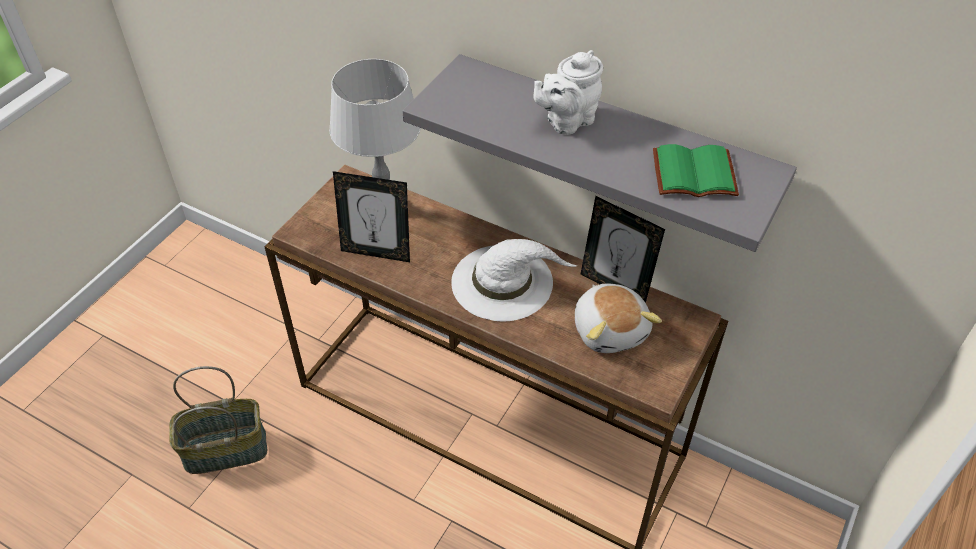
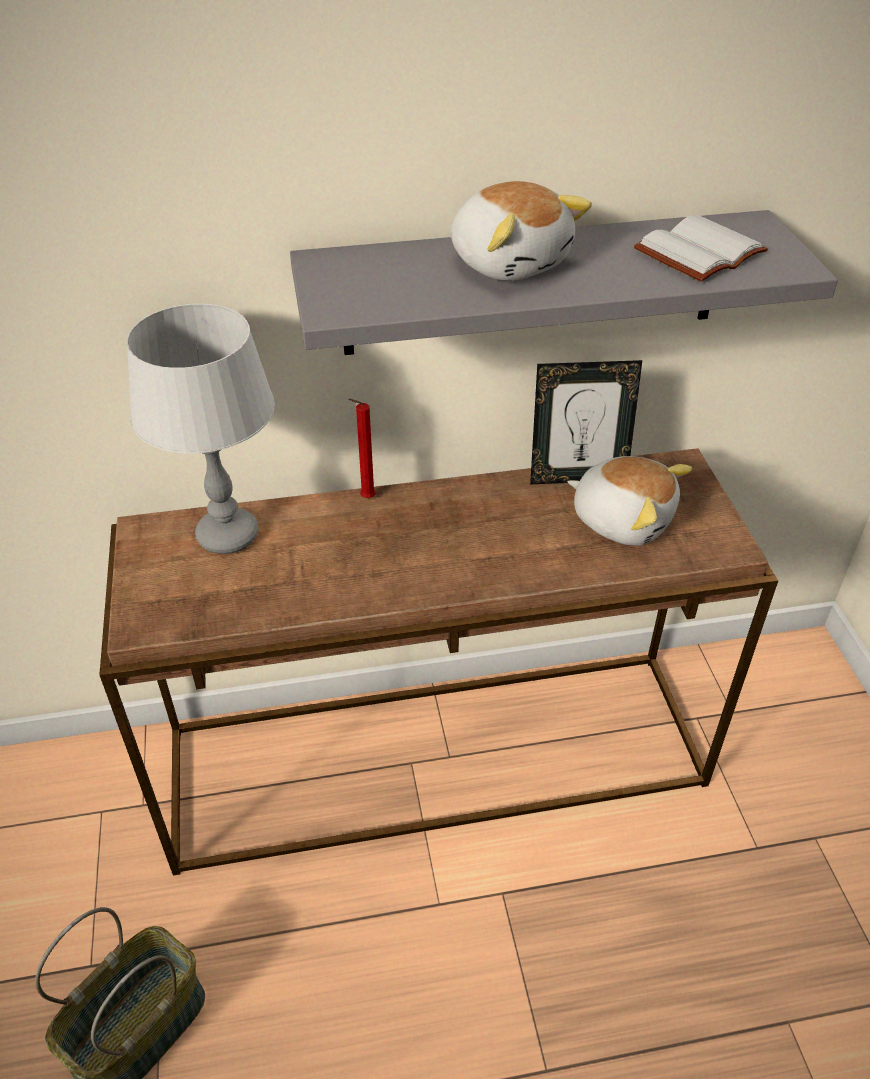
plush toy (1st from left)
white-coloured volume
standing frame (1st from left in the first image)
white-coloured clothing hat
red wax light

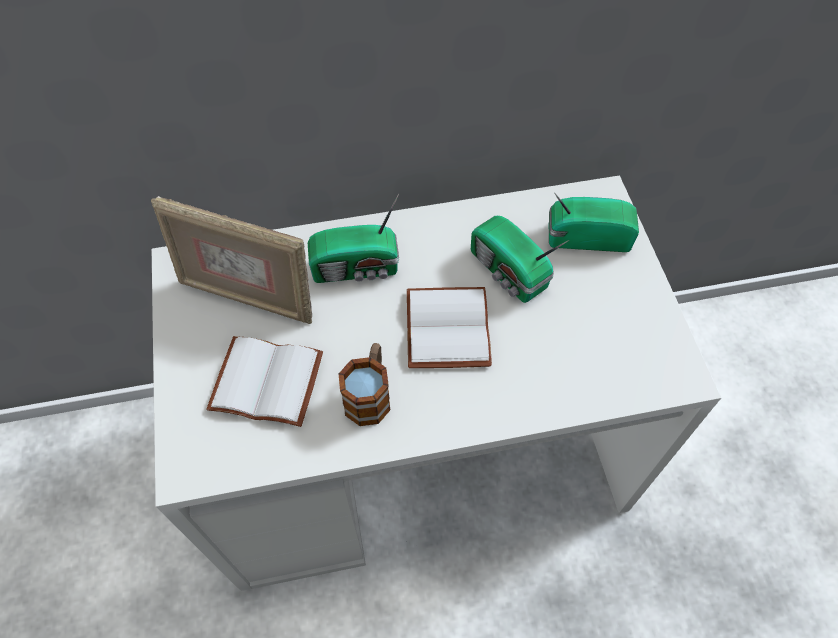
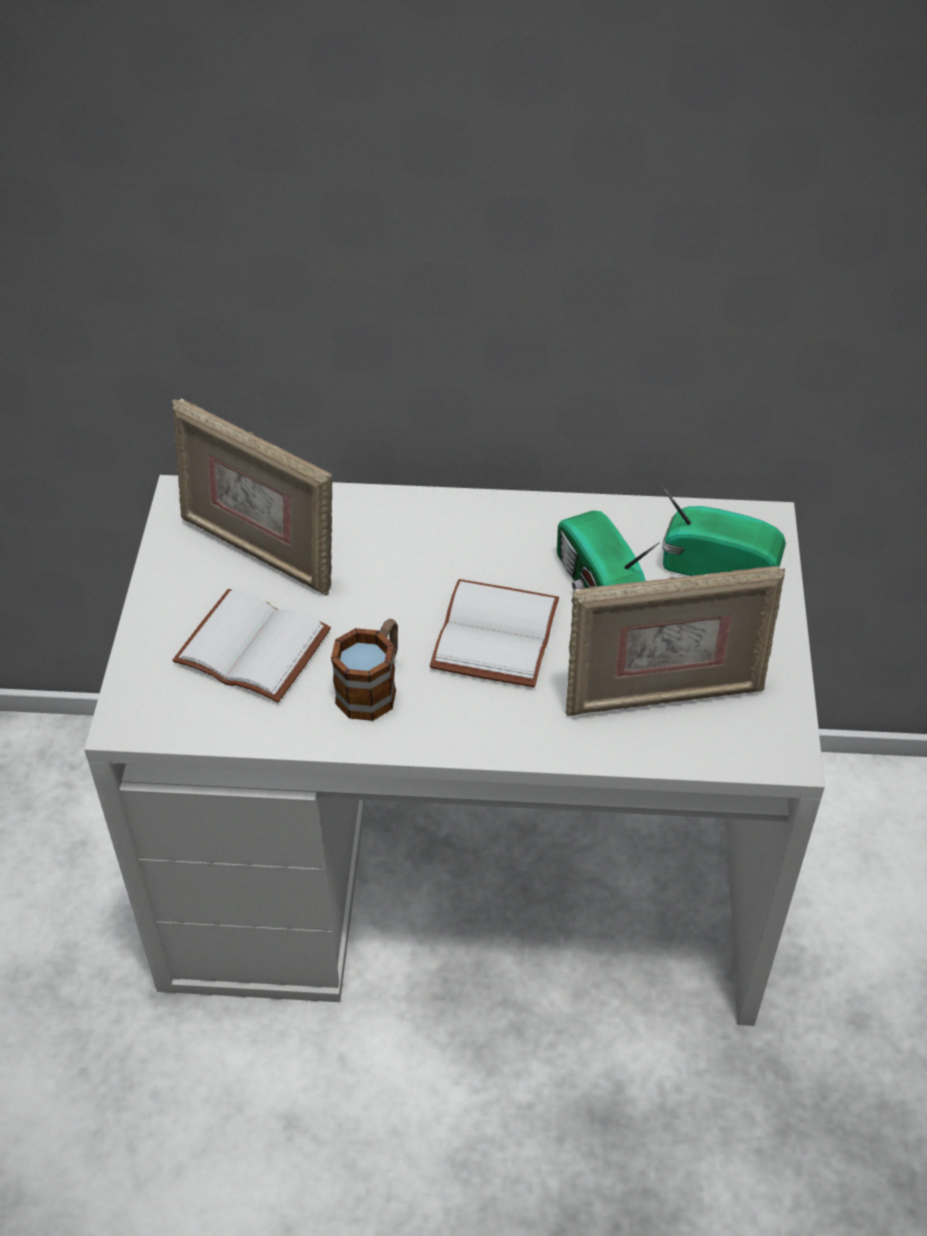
radio set (1st from left in the first image)
standing frame (2nd from left)

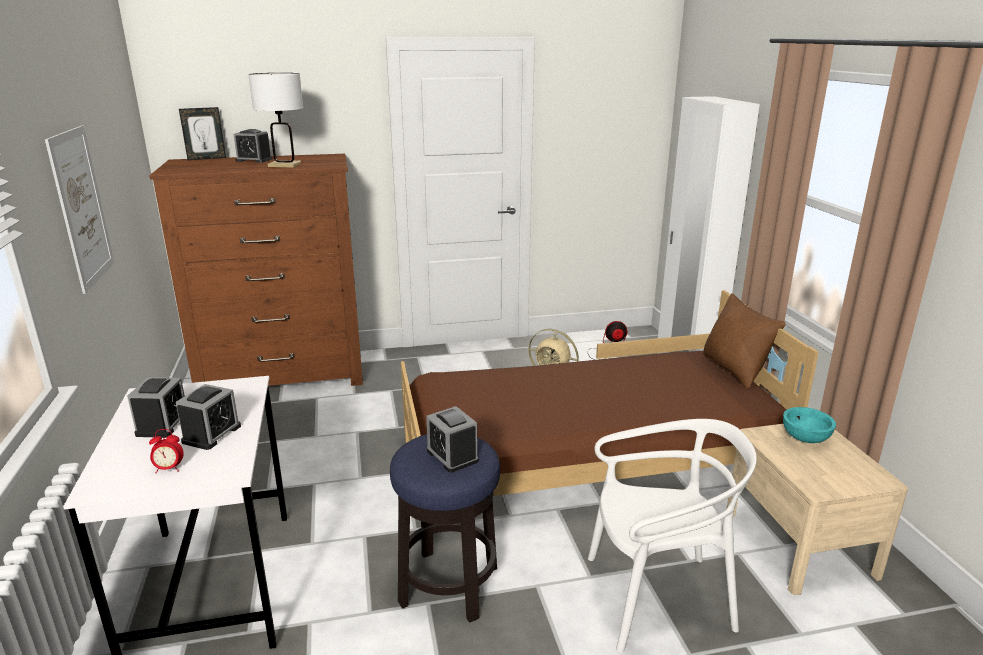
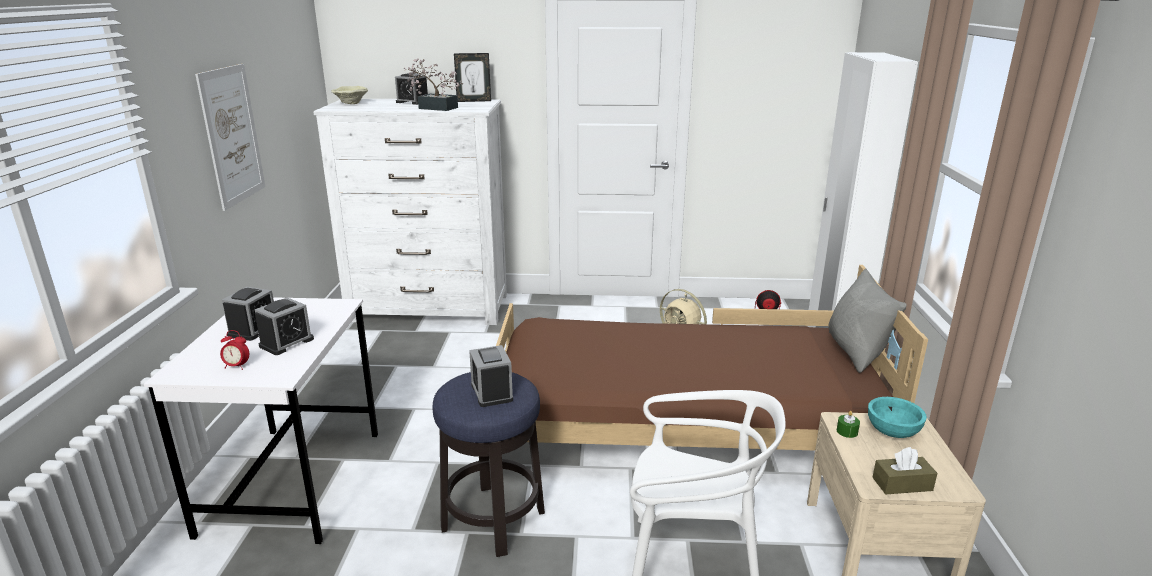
potted plant
standing frame
white-coloured drawer chest
gray throw pillow
beige deep dish
green-coloured wax light
brown tissue holder

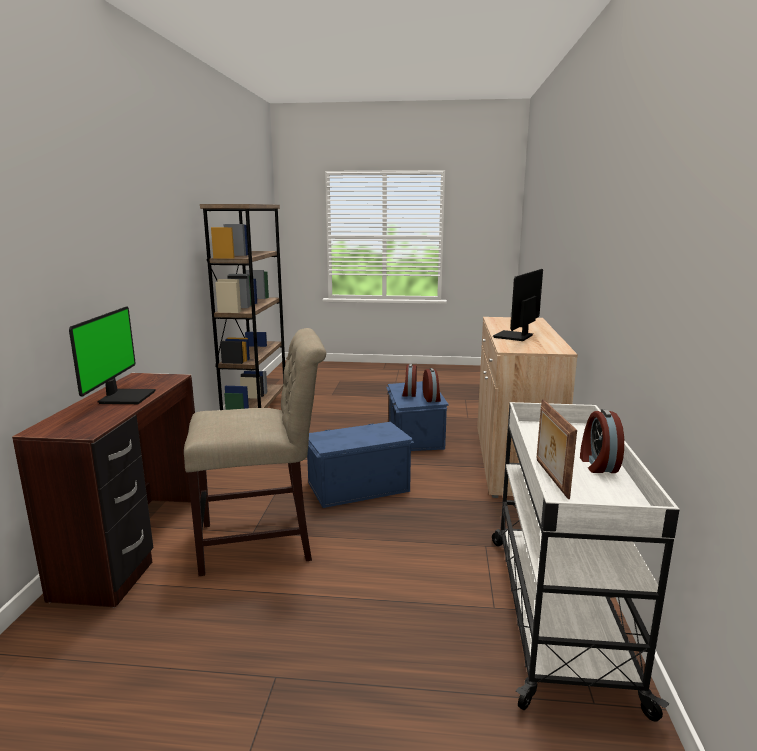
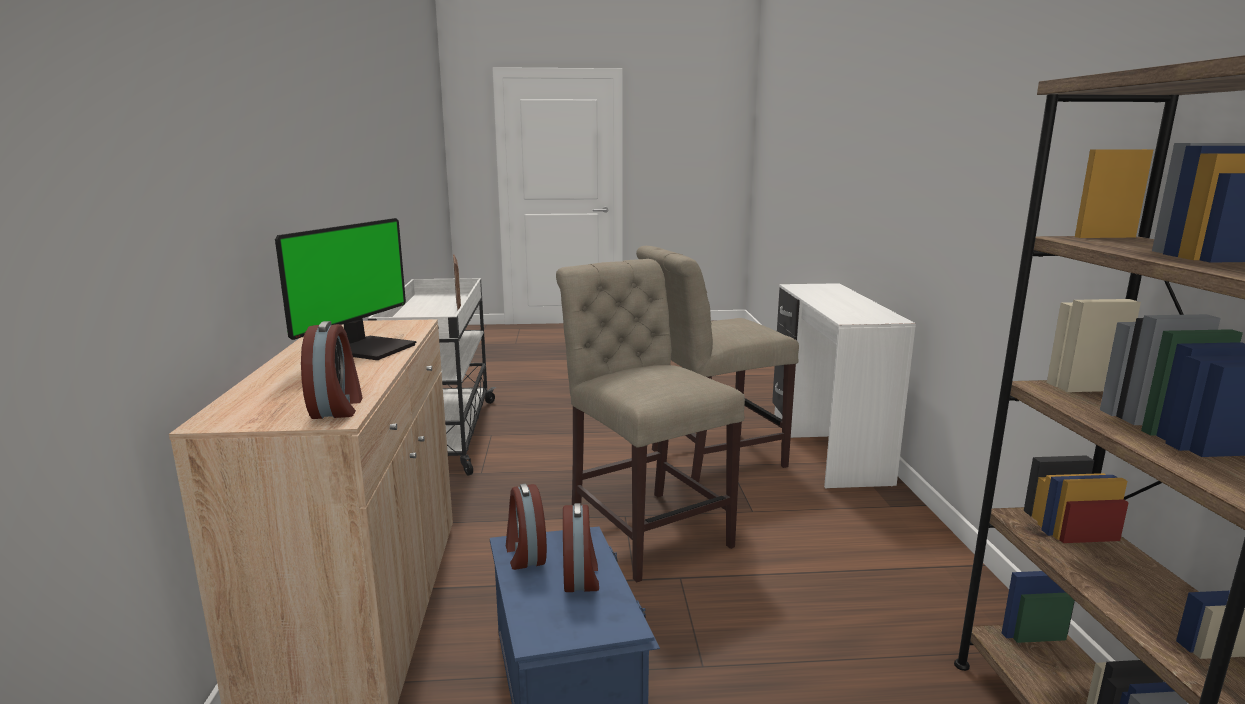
monitor (1st from left in the first image)
white-coloured desk table
table clock (1st from left)
beige chair (1st from left)

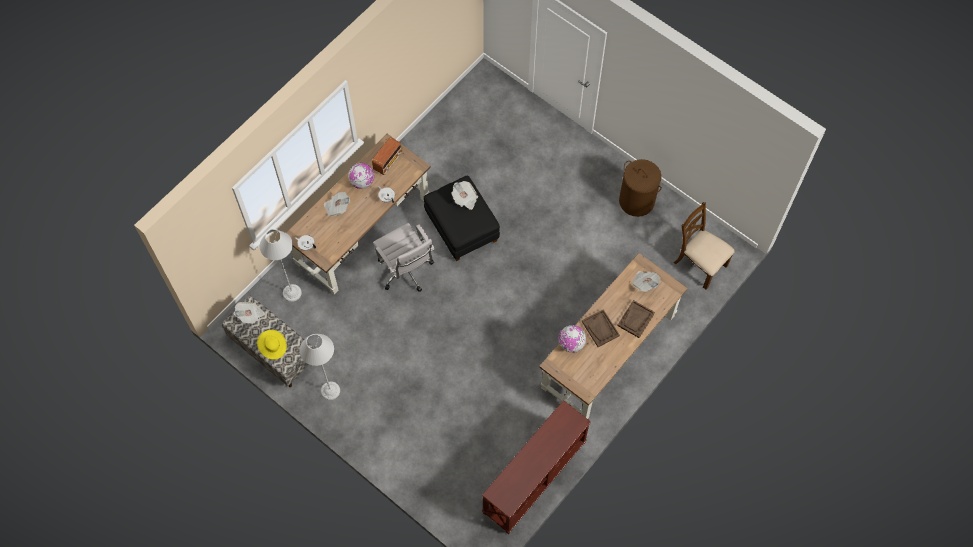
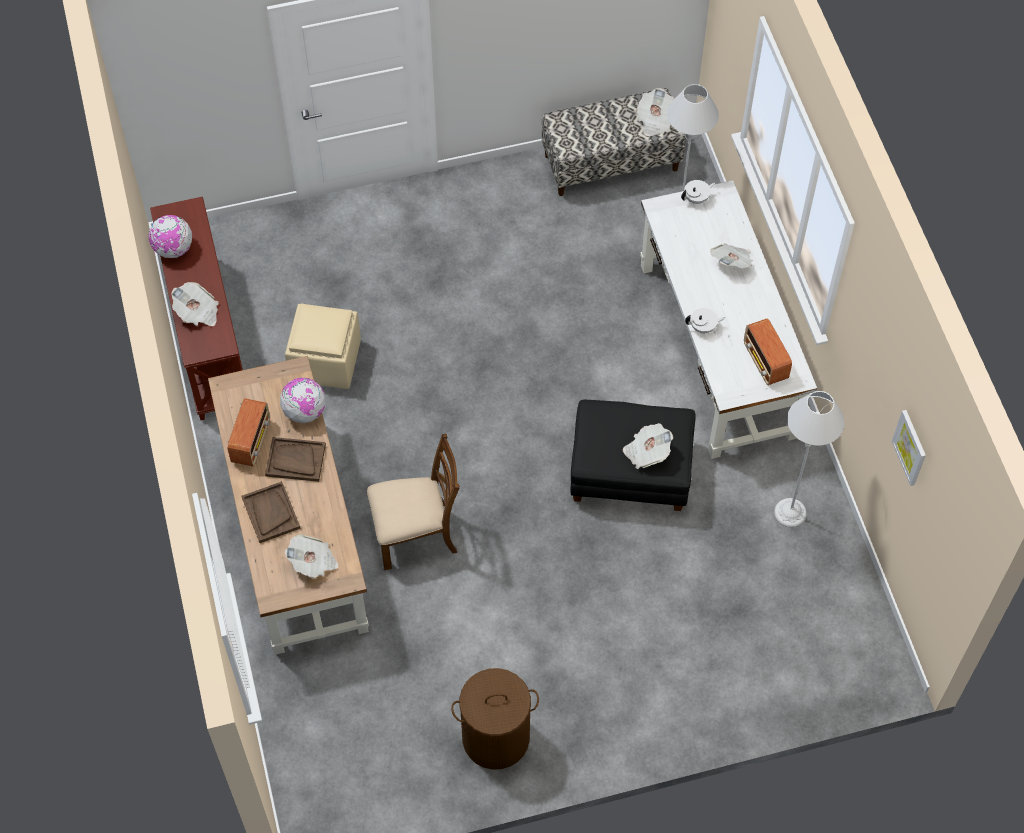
white-coloured desk table
globe (1st from left)
brown chair
white-coloured office chair
yellow clothing hat
gray standard lamp (2nd from left)
daily paper (1st from left)
beige footrest
radio set (1st from left)
wall picture

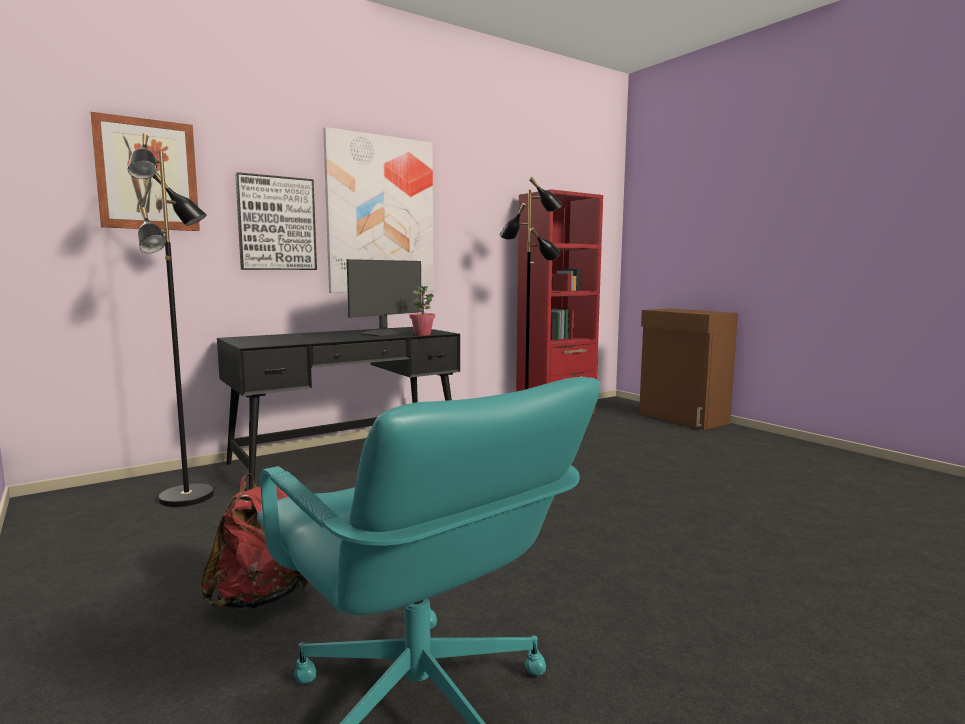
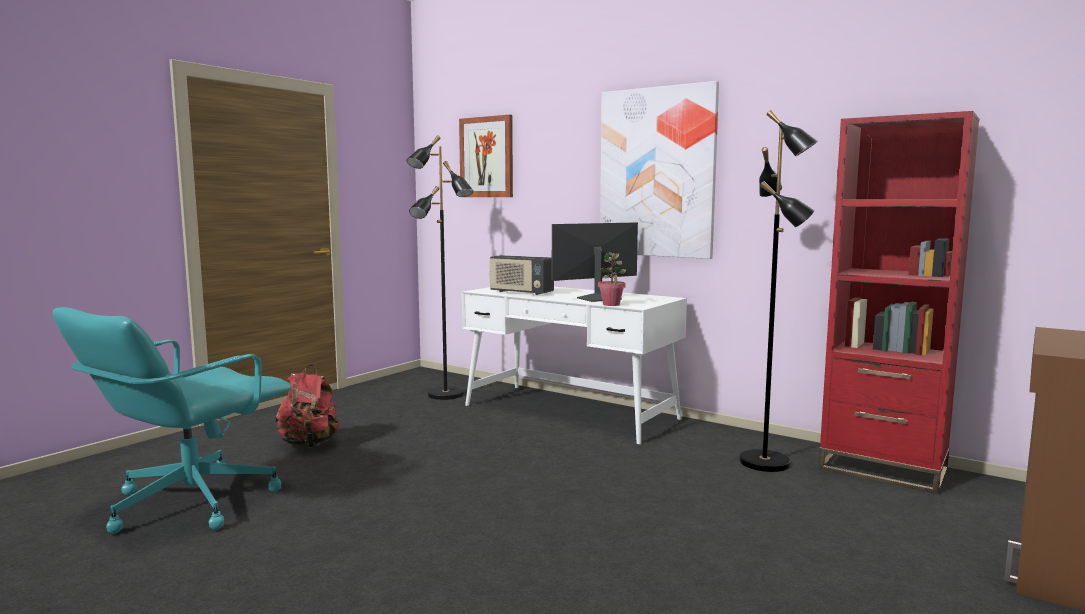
wall picture (2nd from left in the first image)
monitor
white-coloured desk table
radio set

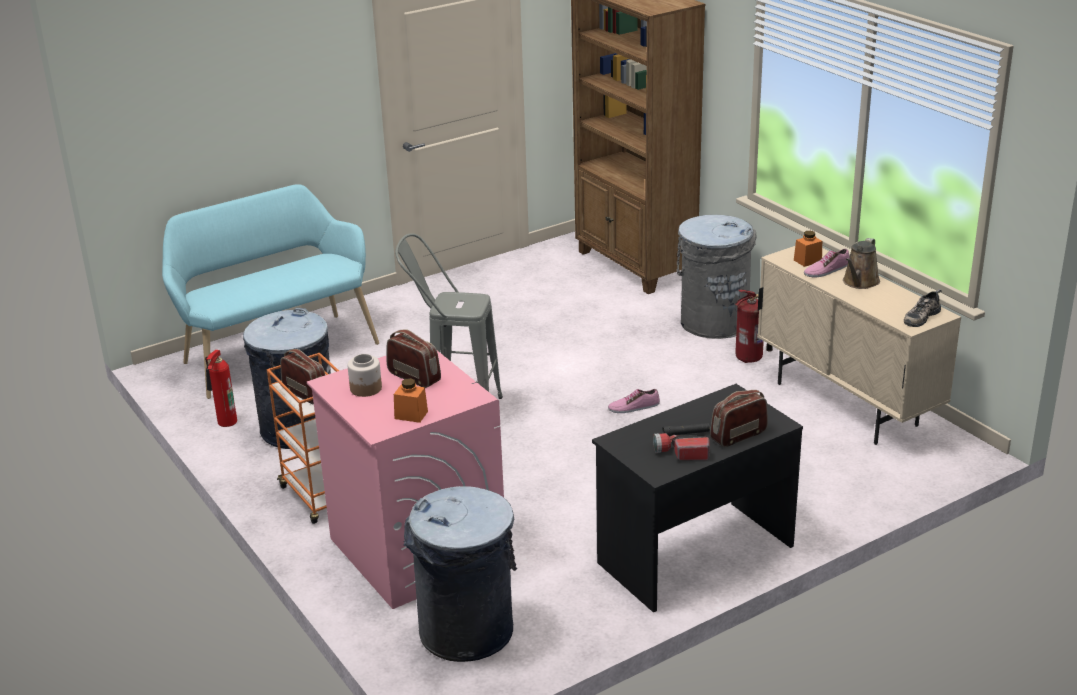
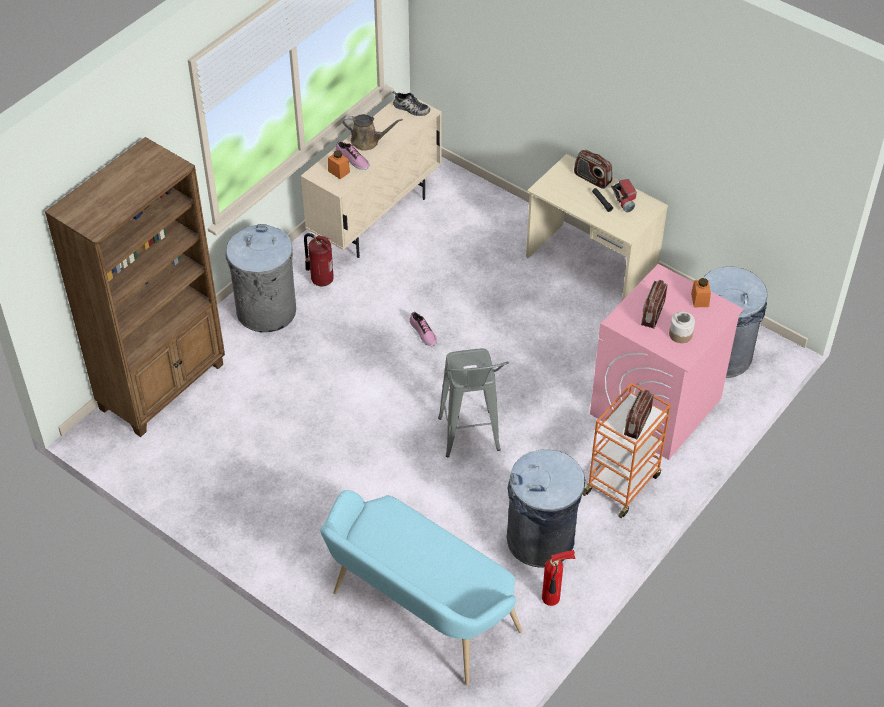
beige desk table

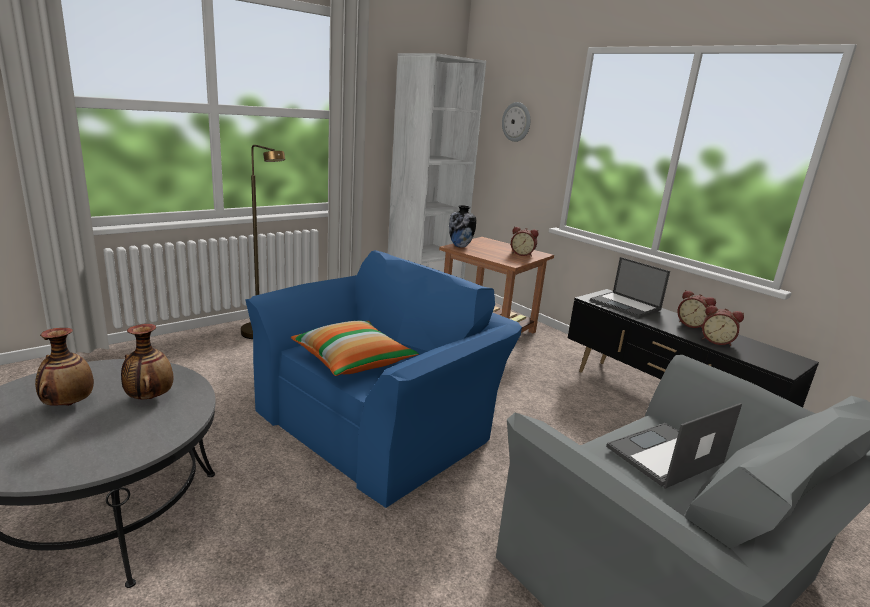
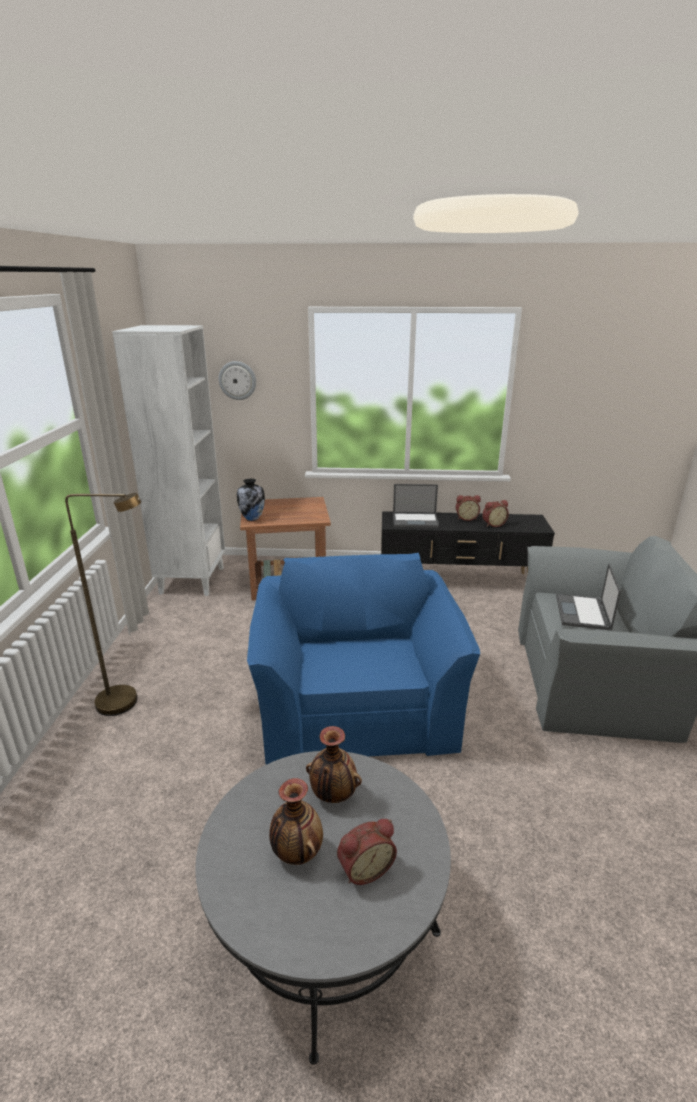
table clock (1st from left)
throw pillow

